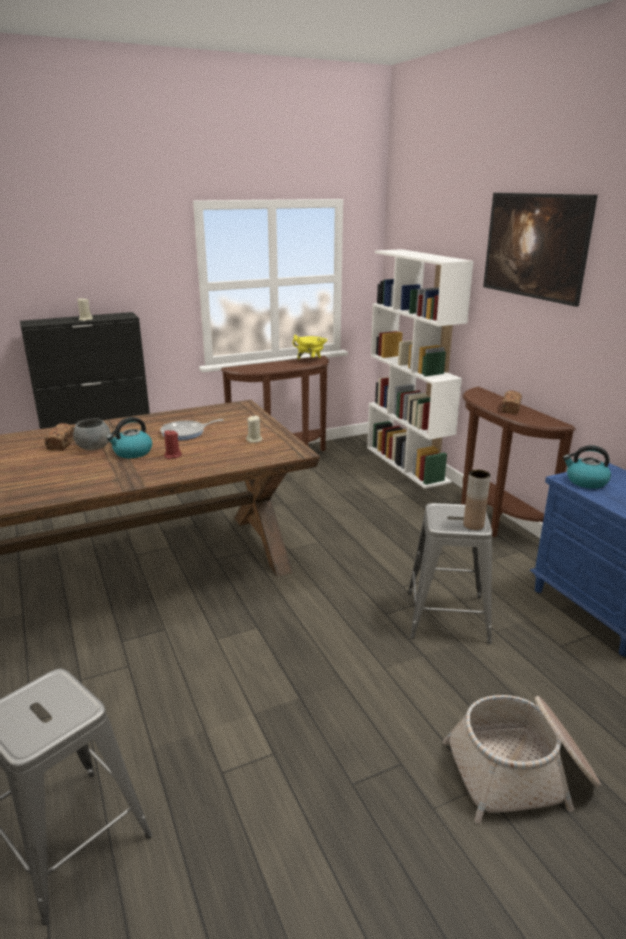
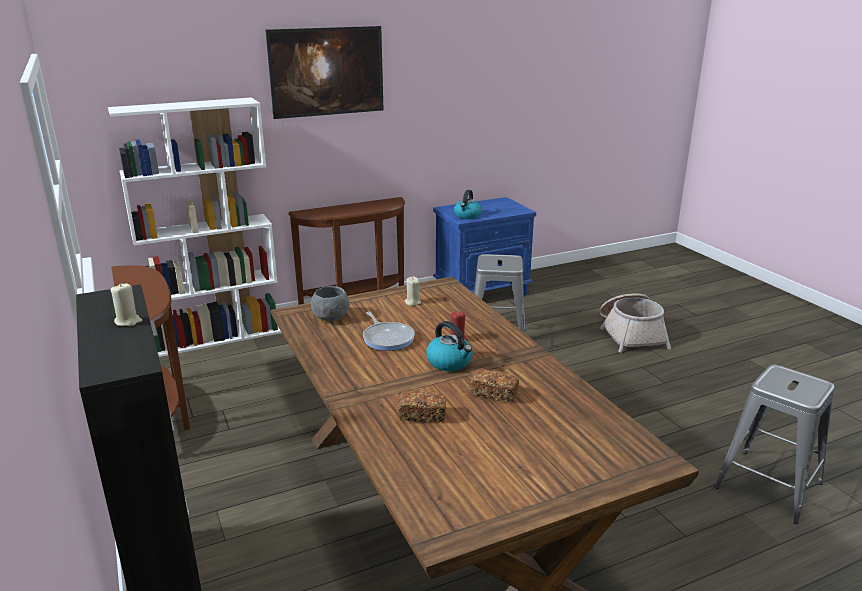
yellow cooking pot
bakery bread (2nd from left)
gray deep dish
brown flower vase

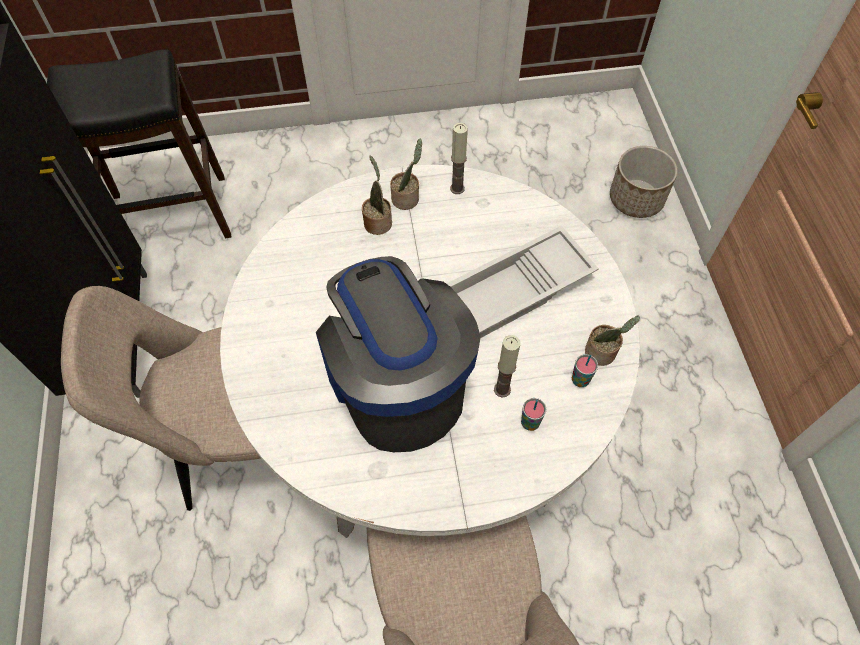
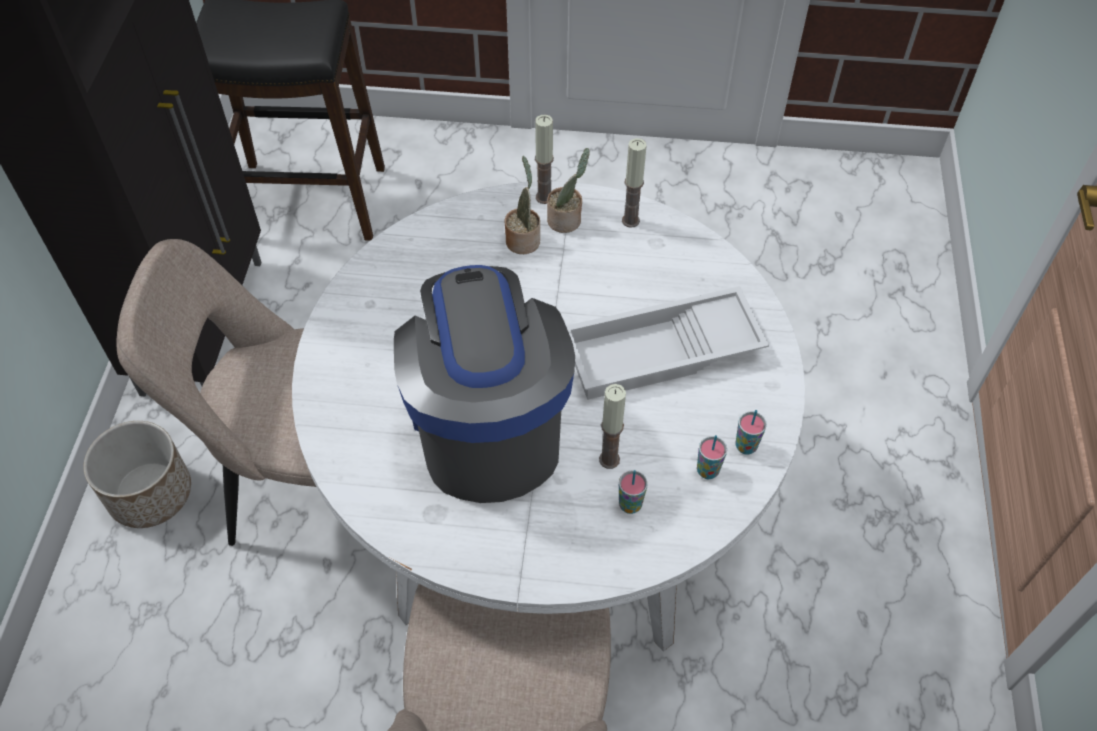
plant pot
cup (3rd from left)
wax light (1st from left)

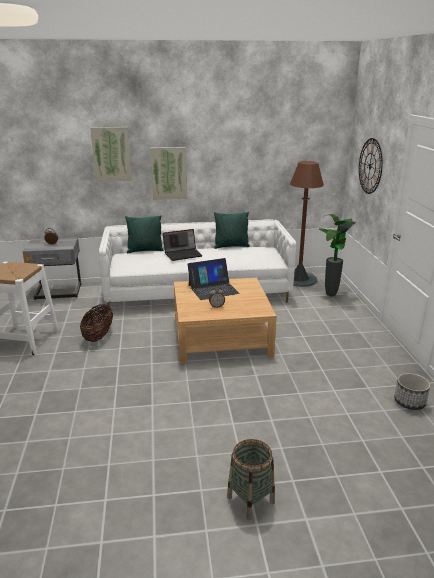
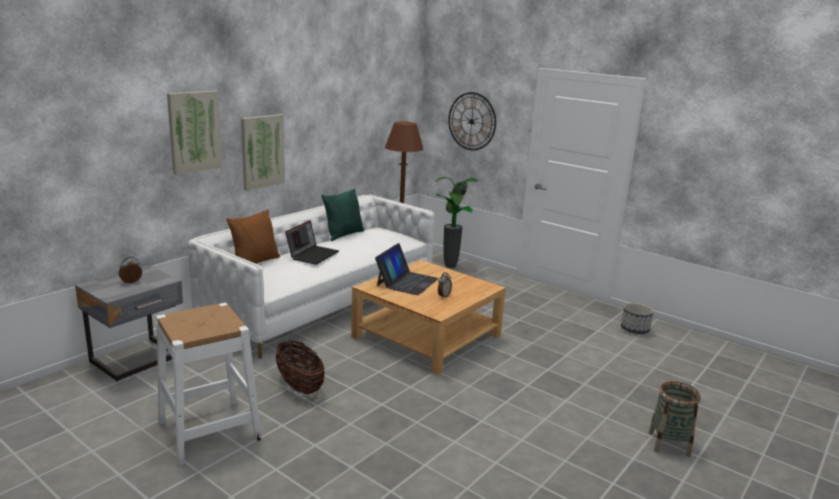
brown throw pillow

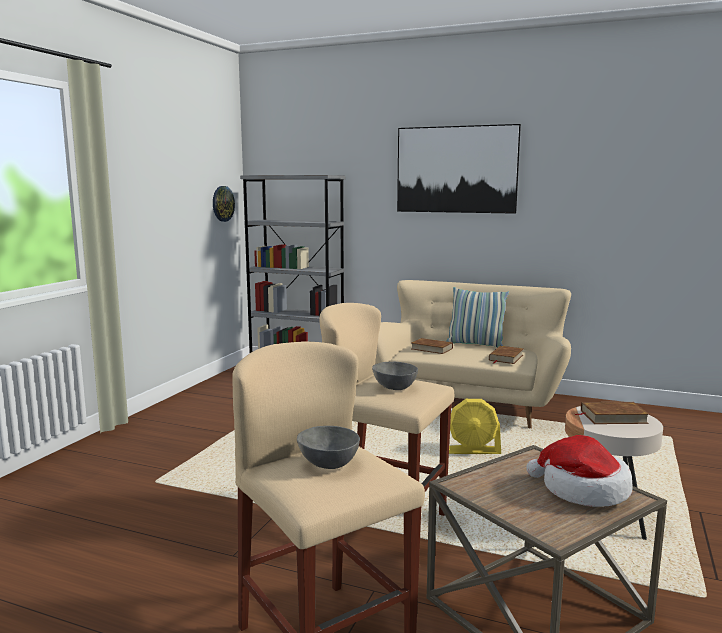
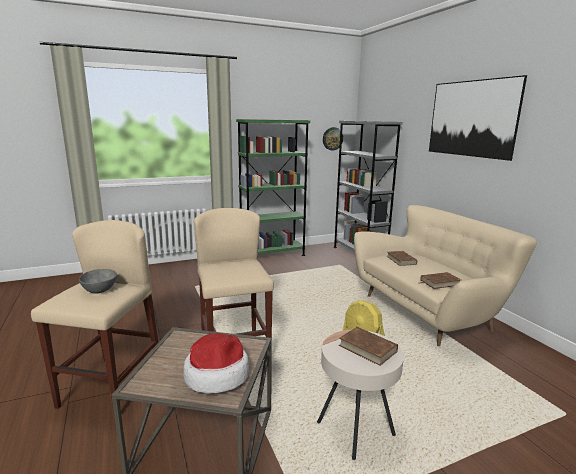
throw pillow
gray deep dish (2nd from left in the first image)
green-coloured bookcase

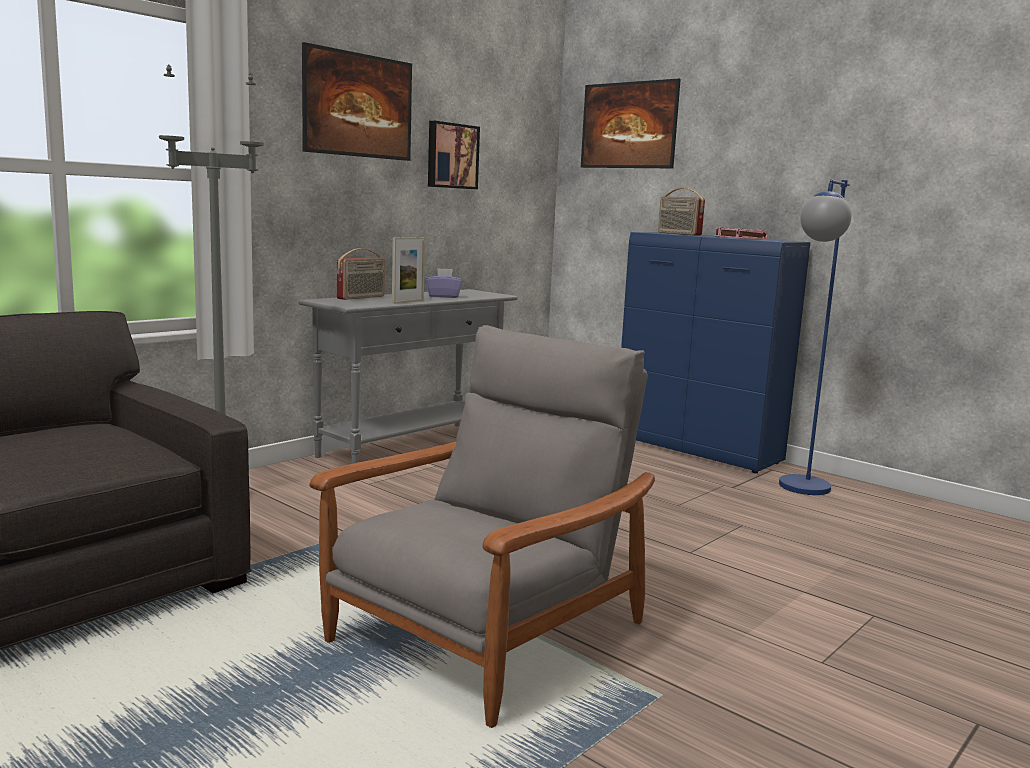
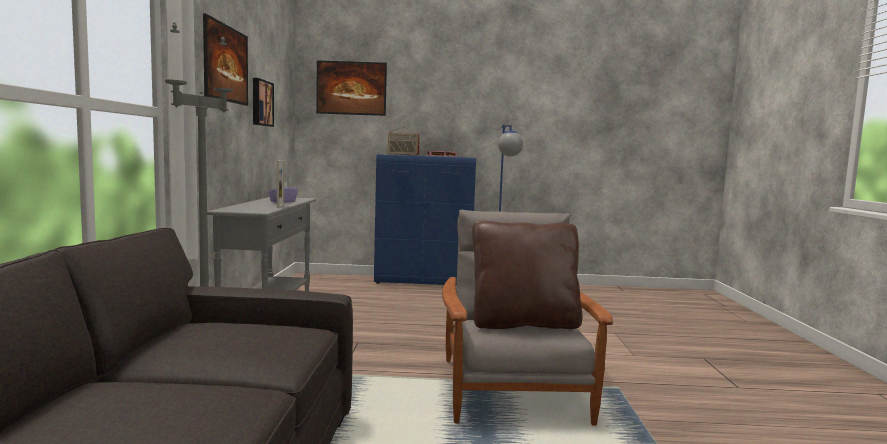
radio set (1st from left in the first image)
brown throw pillow

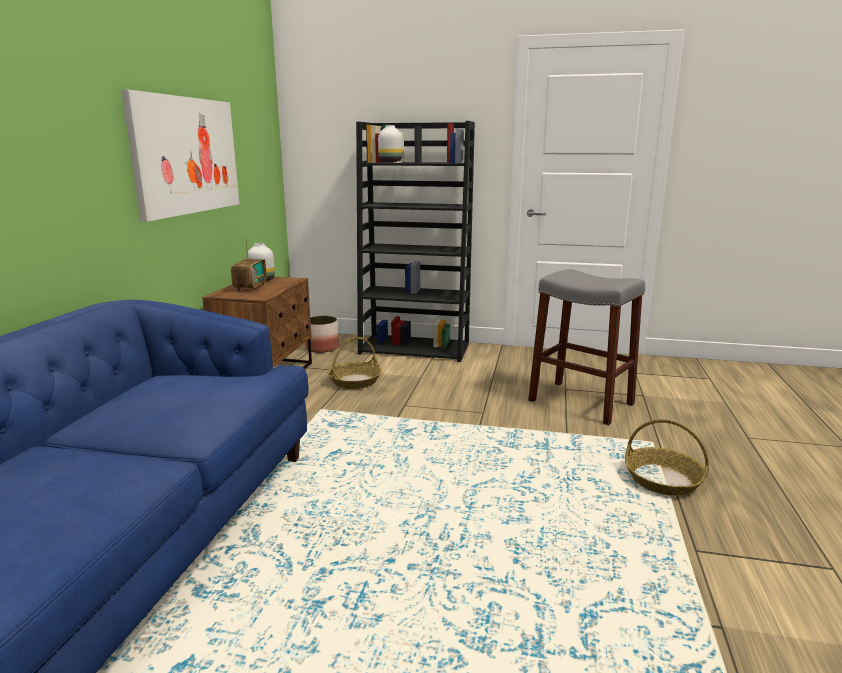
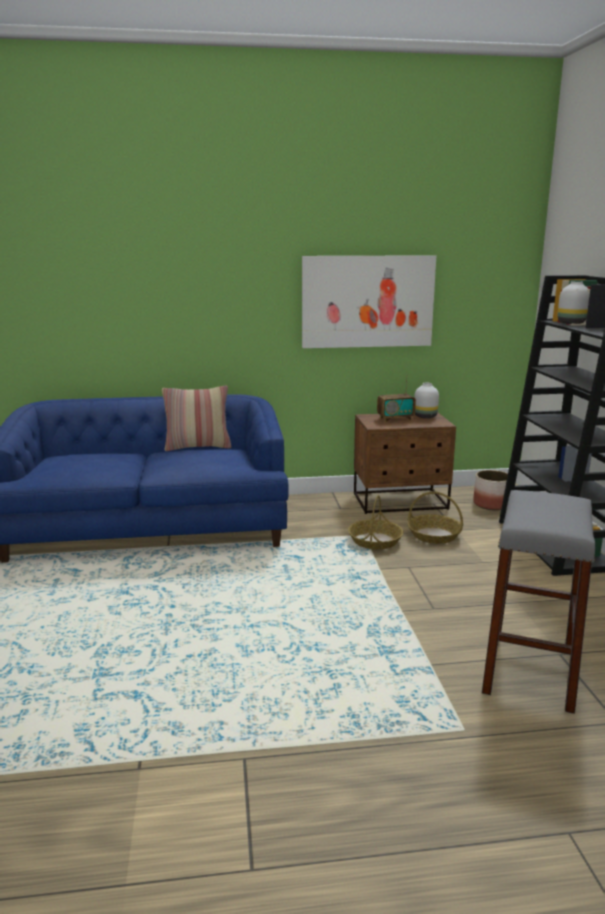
household basket (1st from left)
throw pillow

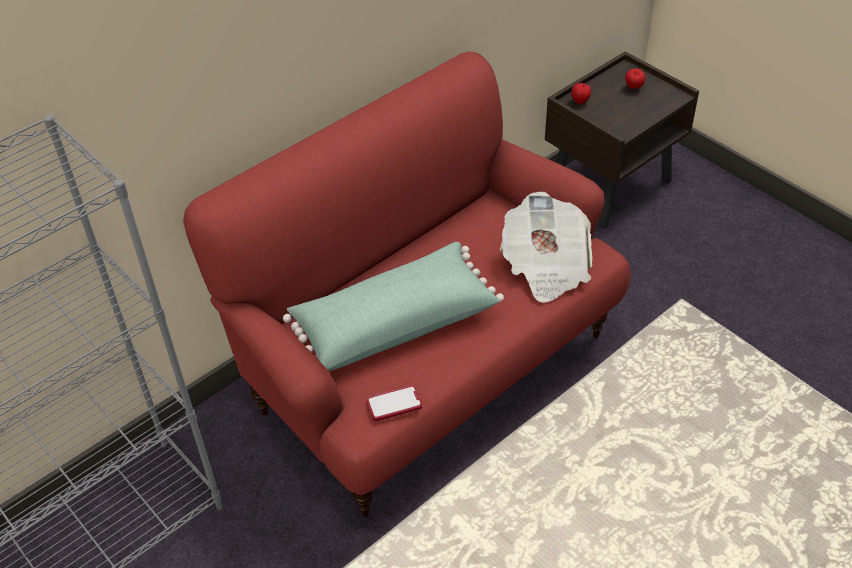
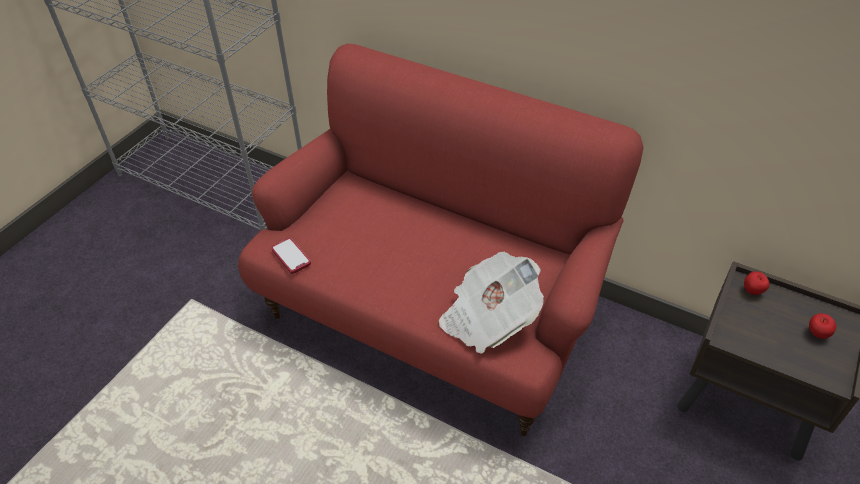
green-coloured throw pillow

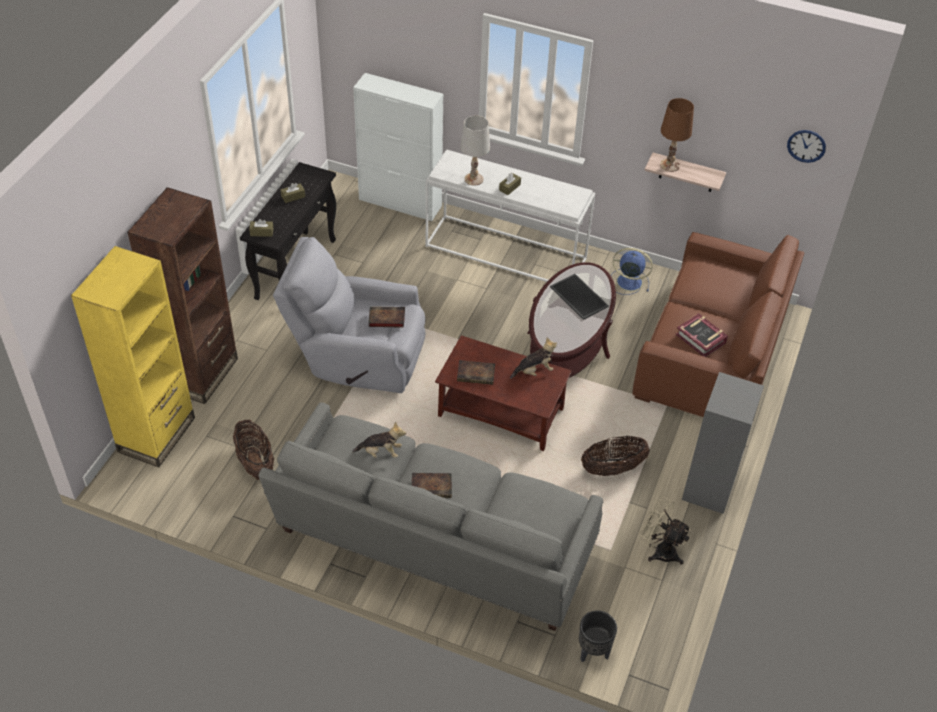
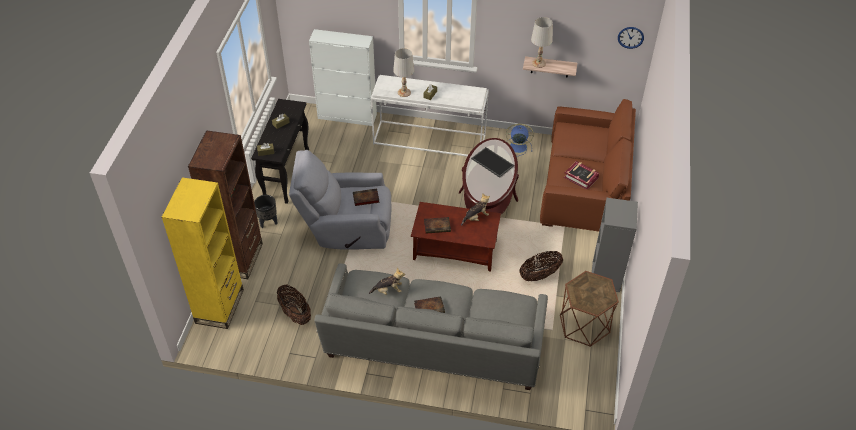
white-coloured lamp for a table (2nd from left)
brown end table
blackish plant pot

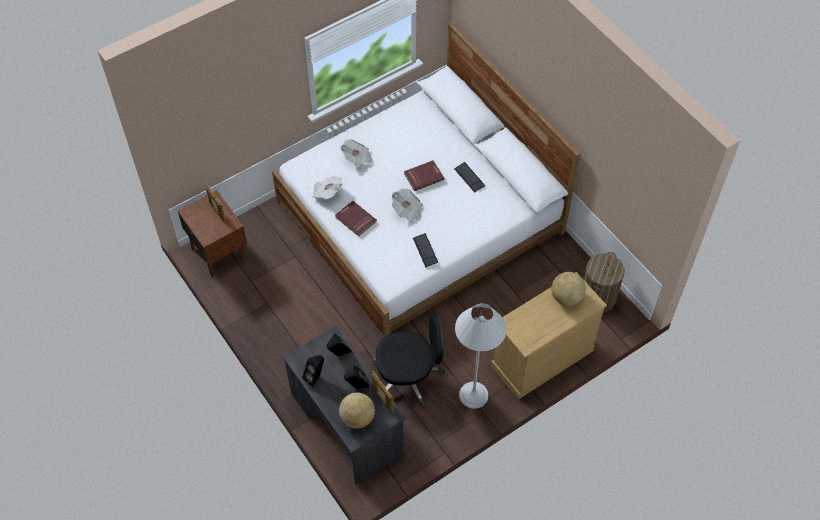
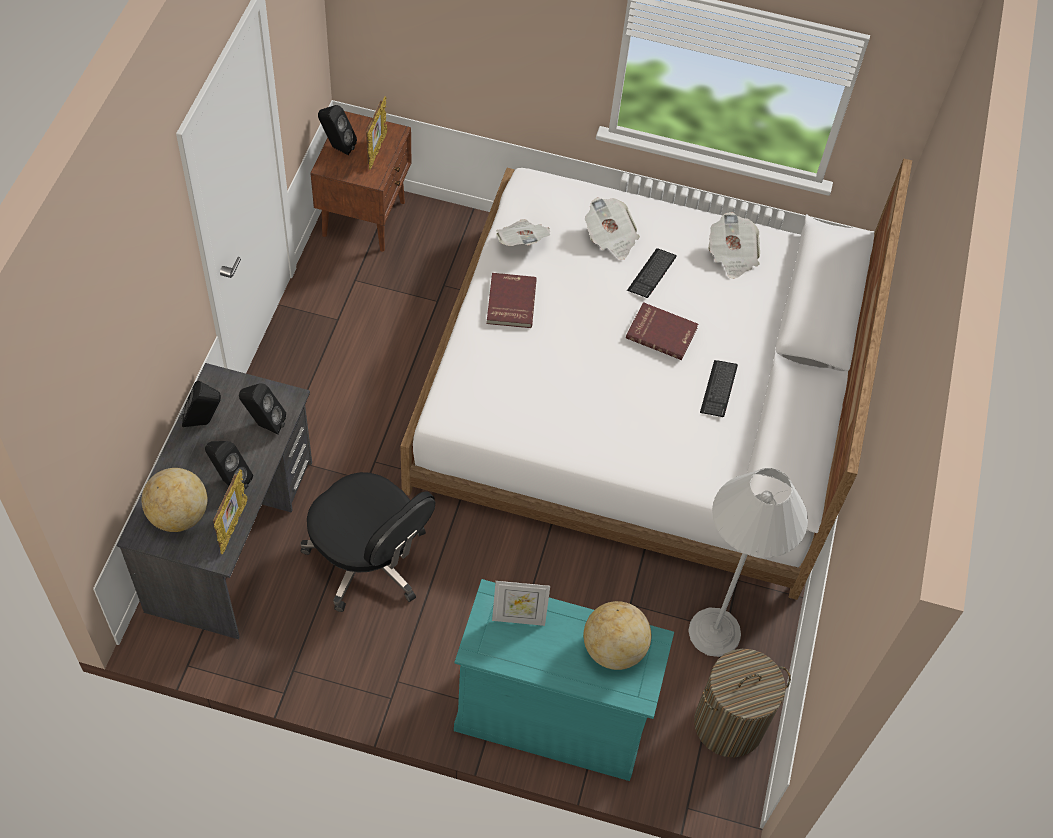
daily paper (3rd from left)
PC keyboard (1st from left)
blue-green drawer chest
white-coloured standard lamp
blackish loudspeaker (4th from left)
standing frame (3rd from left)

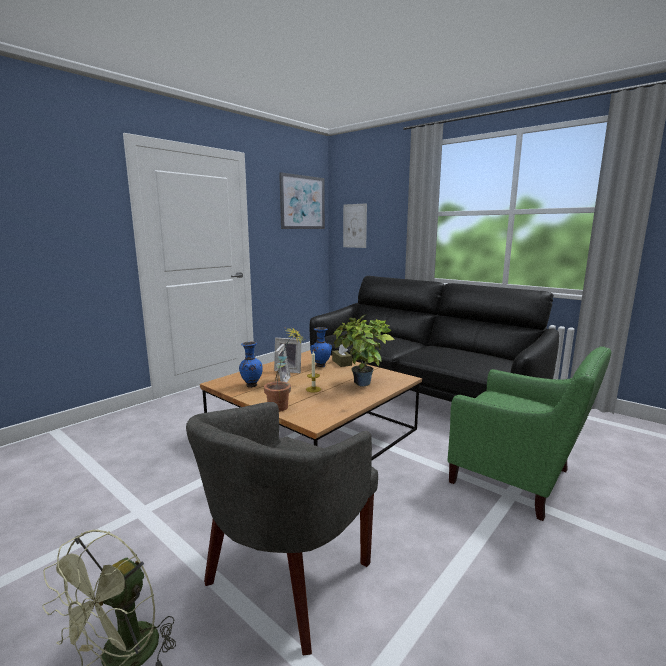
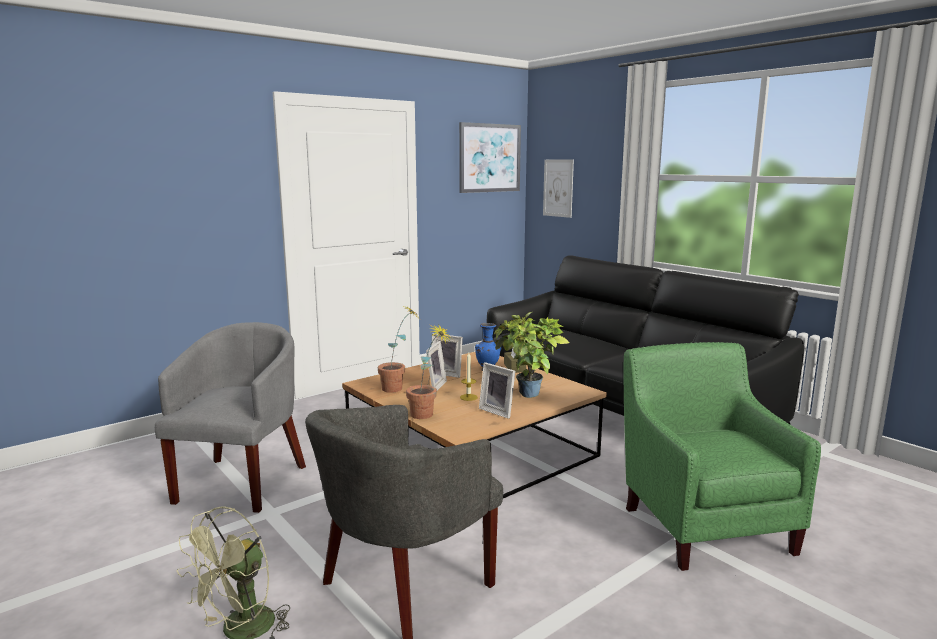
potted plant (1st from left)
green-coloured armchair
gray armchair (1st from left)
standing frame (3rd from left)

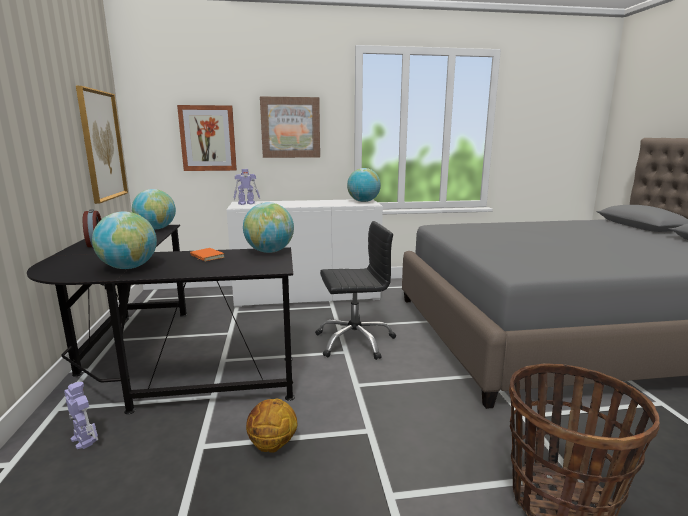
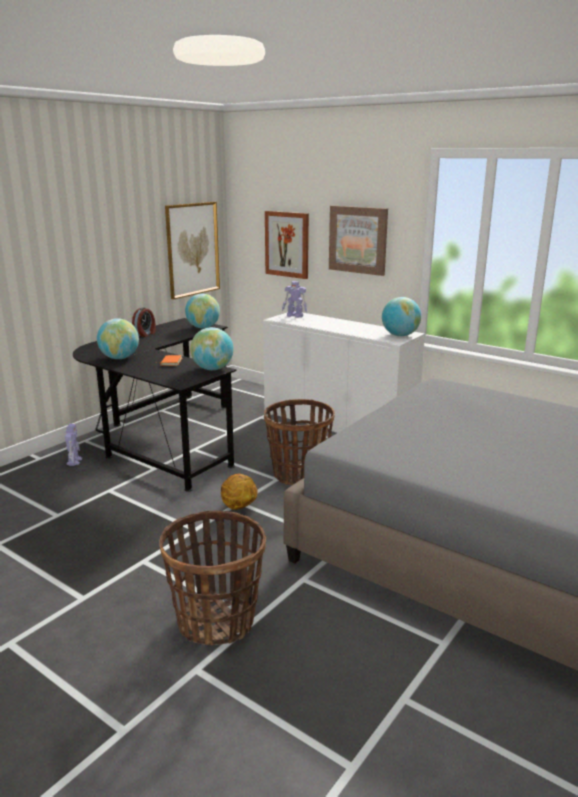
household basket (2nd from left)
basketball ball

